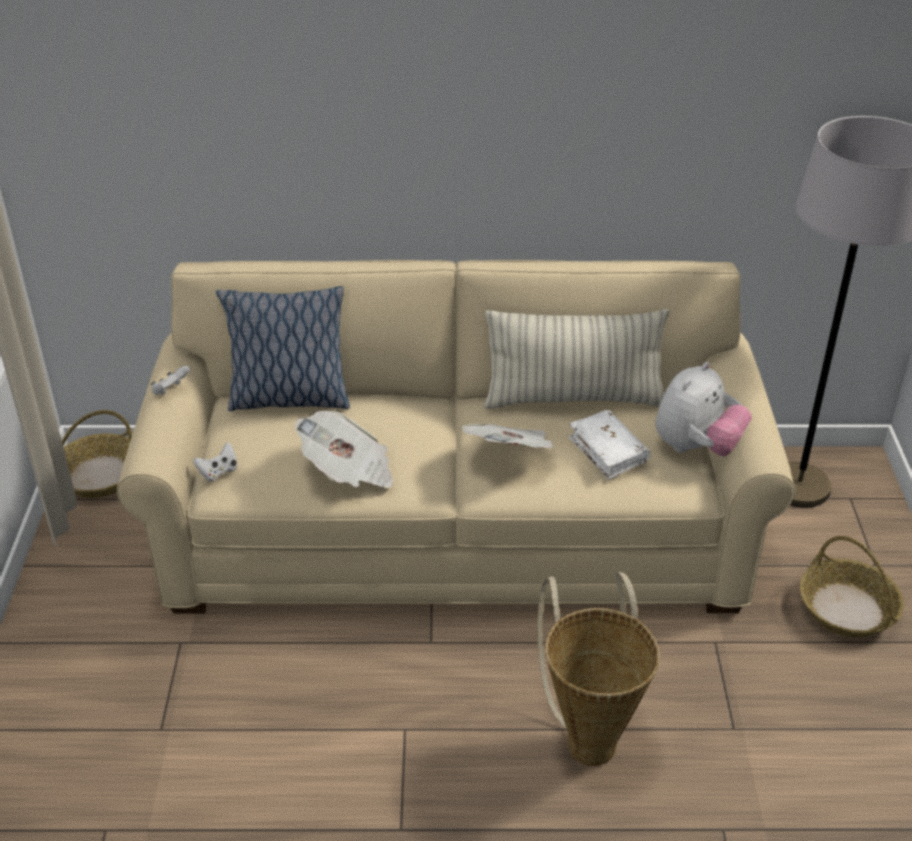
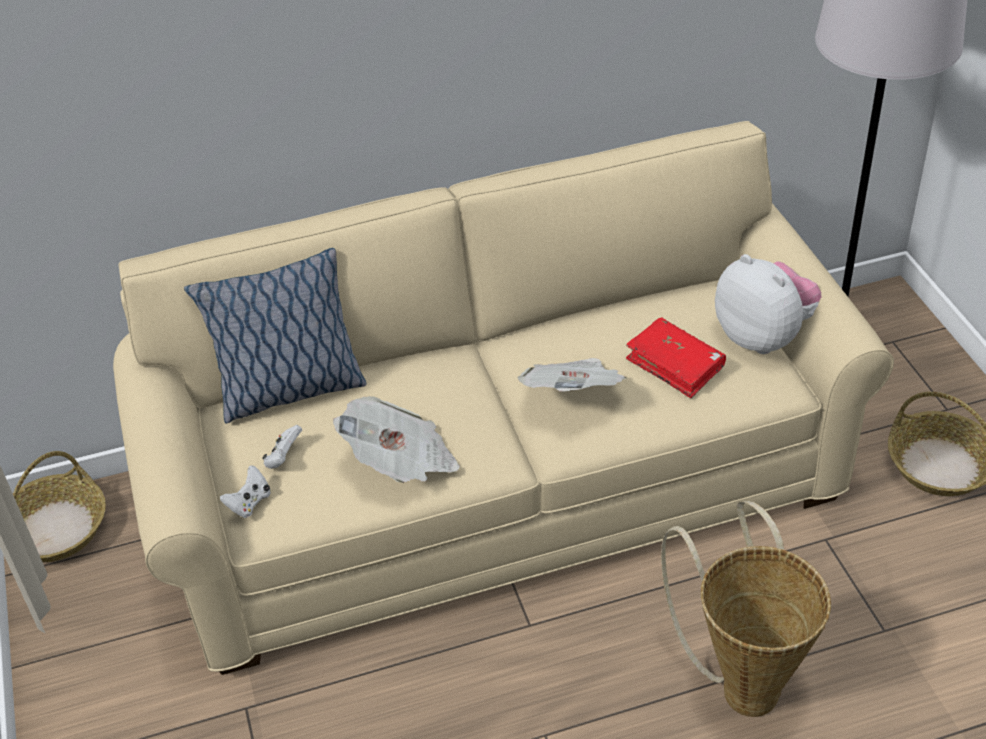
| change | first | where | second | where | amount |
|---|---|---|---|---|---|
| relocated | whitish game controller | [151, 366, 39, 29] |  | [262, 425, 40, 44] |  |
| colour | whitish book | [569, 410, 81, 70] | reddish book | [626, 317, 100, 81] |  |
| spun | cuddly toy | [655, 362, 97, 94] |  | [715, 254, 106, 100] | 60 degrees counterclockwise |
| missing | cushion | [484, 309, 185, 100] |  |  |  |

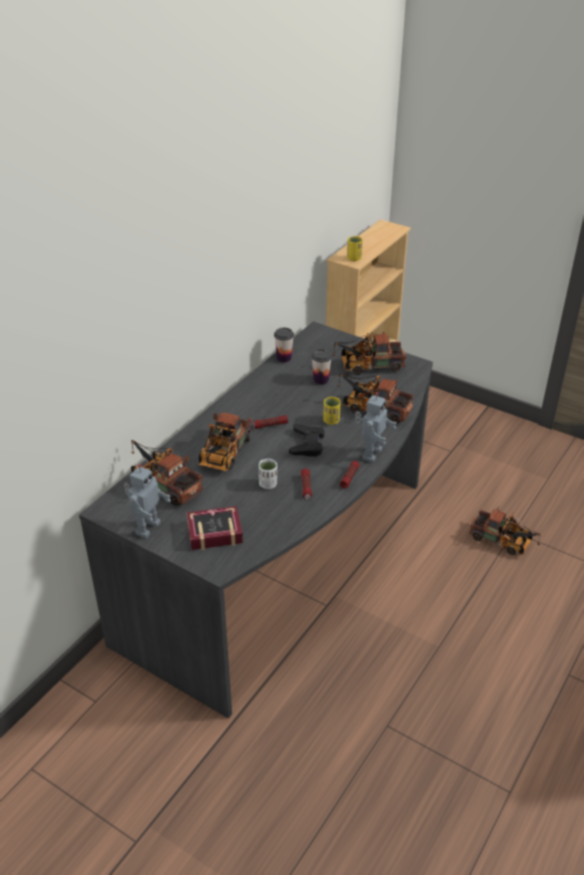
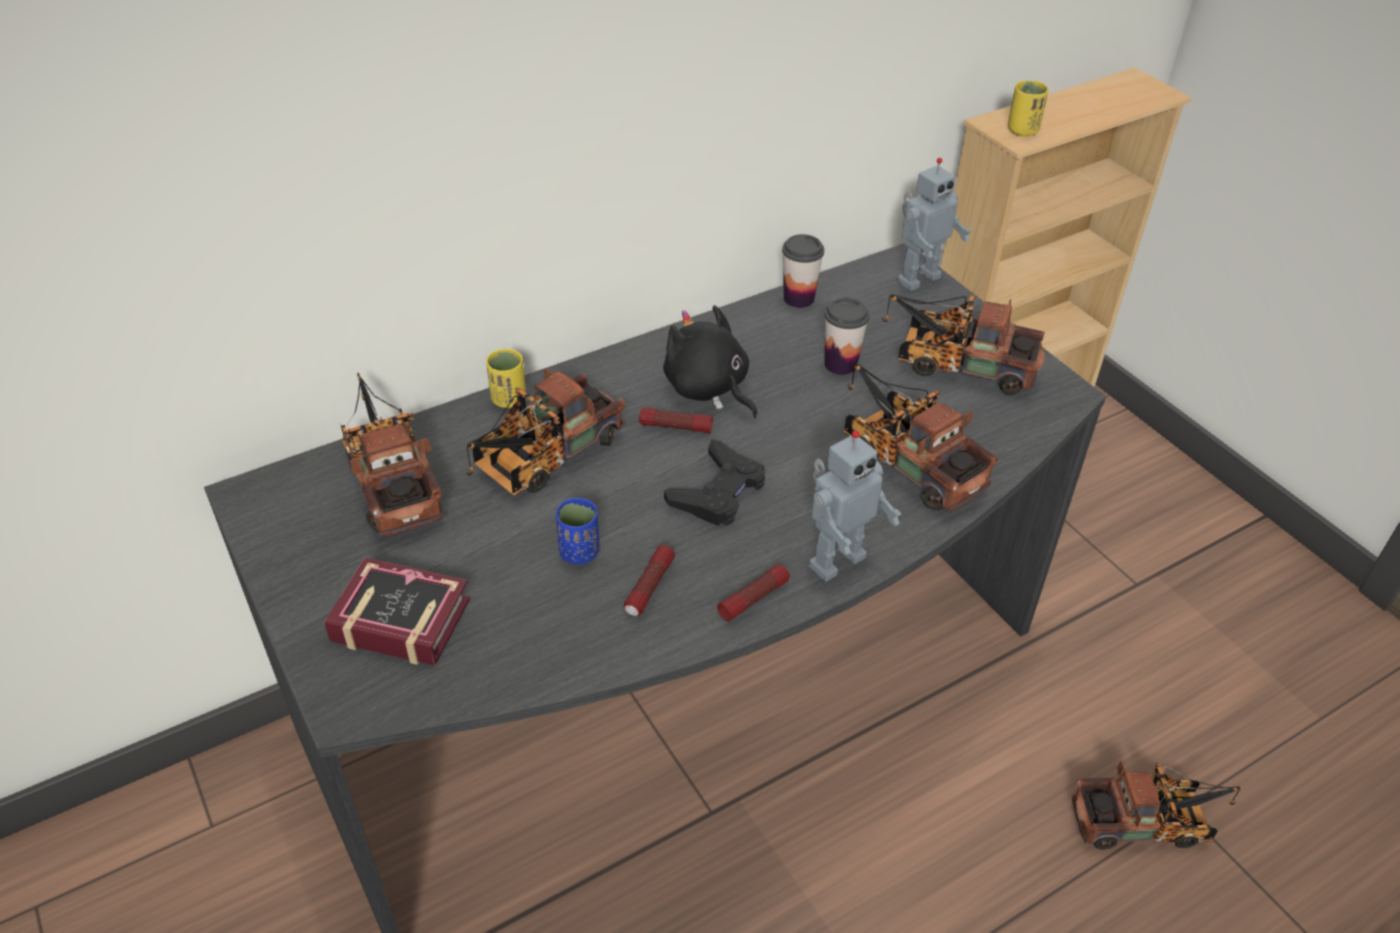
| change | first | where | second | where | amount |
|---|---|---|---|---|---|
| relocated | yellow cup | [323, 397, 18, 28] |  | [486, 349, 40, 59] |  |
| colour | whitish cup | [259, 459, 18, 30] | blue-coloured cup | [556, 498, 43, 66] |  |
| appeared |  |  | black cuddly toy | [663, 305, 95, 113] |  |
| relocated | robot figure | [124, 464, 47, 75] |  | [897, 158, 74, 133] |  |
| spun | toy lorry | [469, 507, 72, 48] |  | [1072, 761, 168, 89] | 60 degrees counterclockwise |

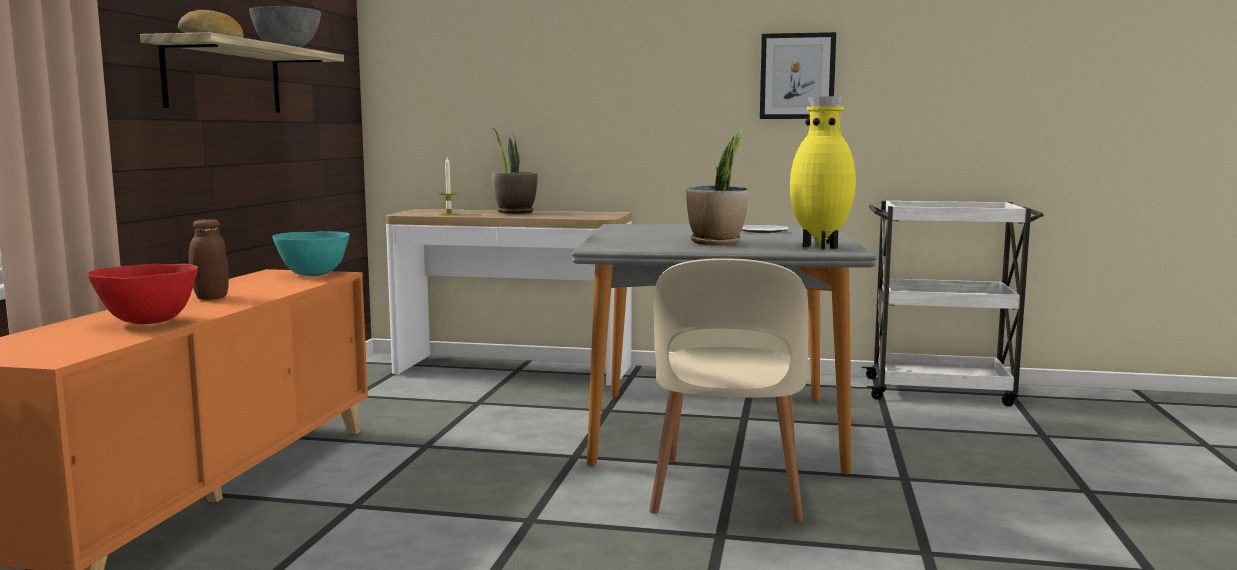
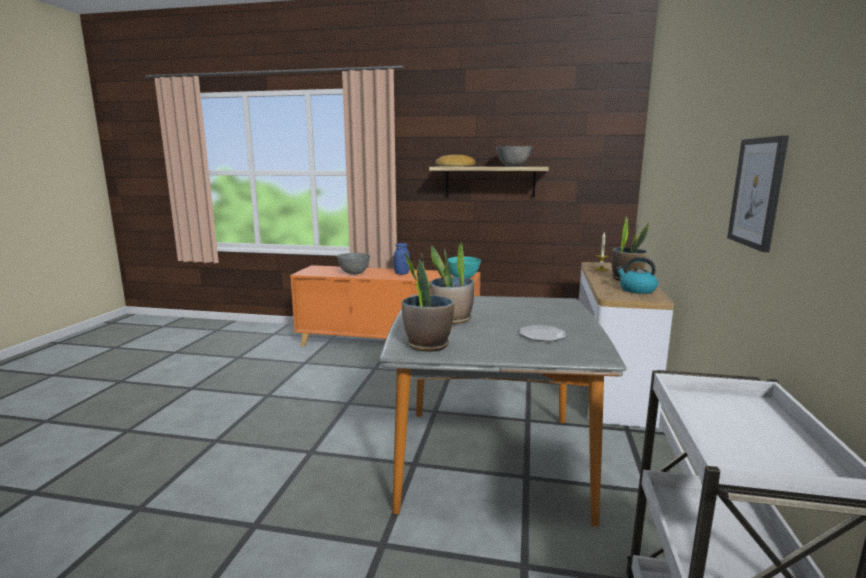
| change | first | where | second | where | amount |
|---|---|---|---|---|---|
| colour | reddish bowl | [87, 264, 111, 60] | greyish bowl | [337, 253, 33, 21] |  |
| colour | brown-coloured preserve jar | [189, 219, 40, 81] | blue-coloured preserve jar | [394, 243, 16, 32] |  |
| exchanged | yellow decorative vase | [790, 96, 66, 153] | houseplant | [402, 252, 53, 100] |  |
| appeared |  |  | kettle | [616, 257, 42, 37] |  |
| missing | sand-coloured upright chair | [649, 258, 159, 265] |  |  |  |

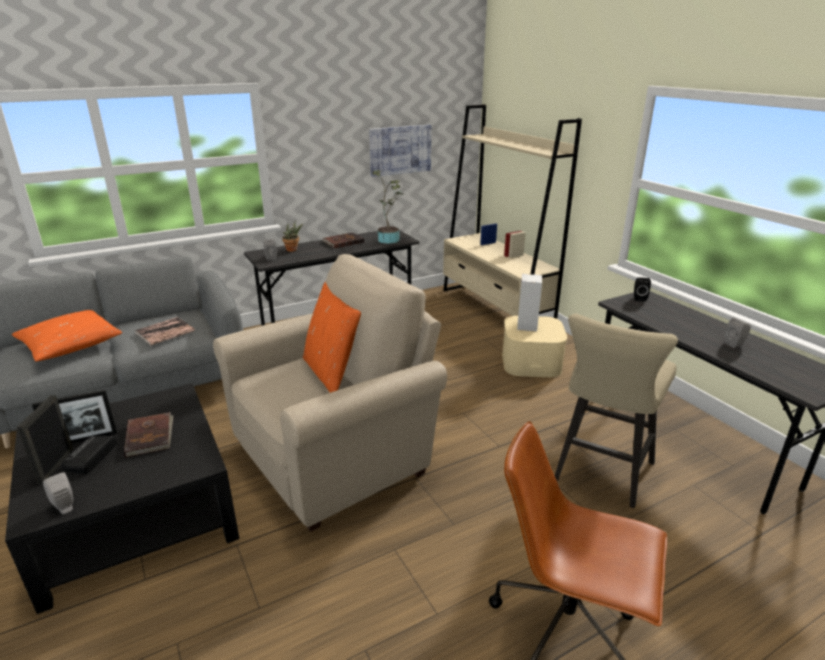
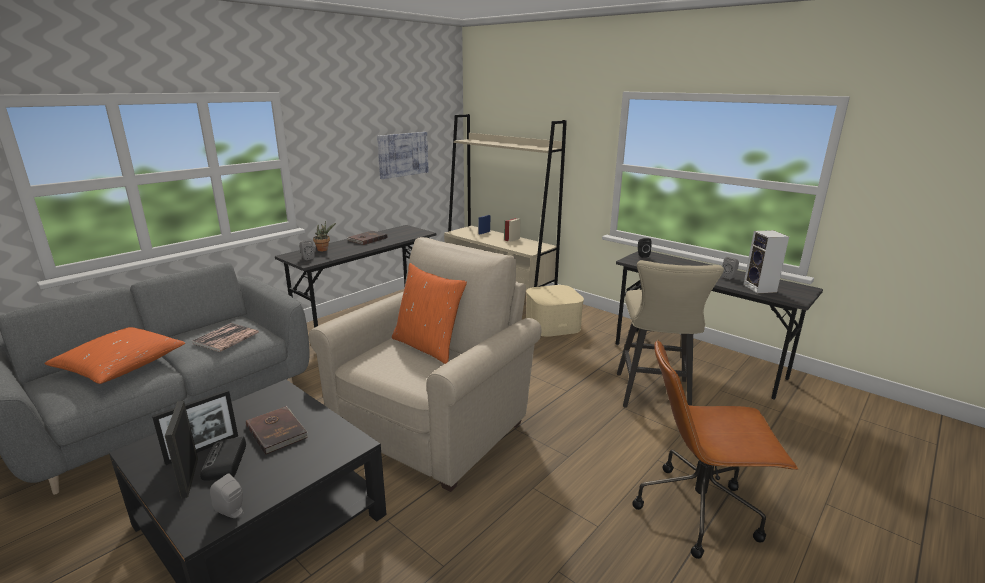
| change | first | where | second | where | amount |
|---|---|---|---|---|---|
| relocated | audio speaker | [517, 274, 25, 58] |  | [743, 230, 46, 63] |  |
| missing | houseplant | [372, 170, 32, 74] |  |  |  |

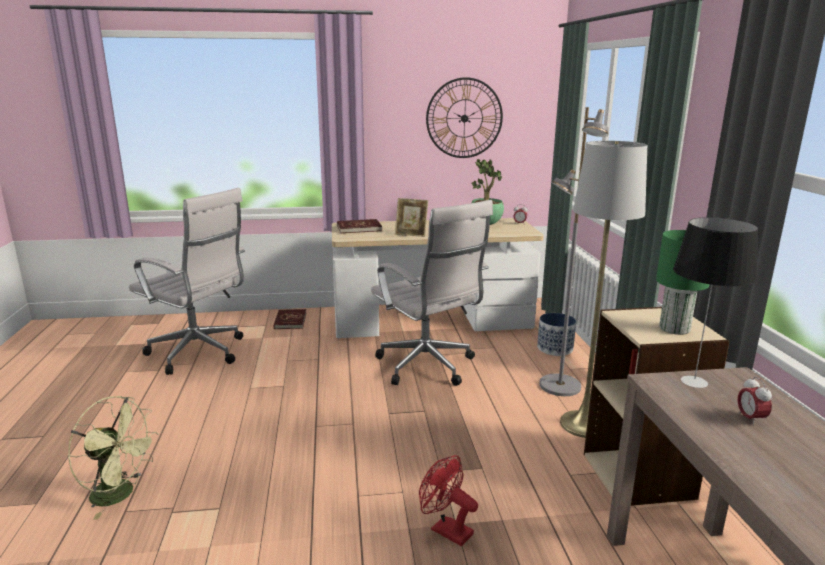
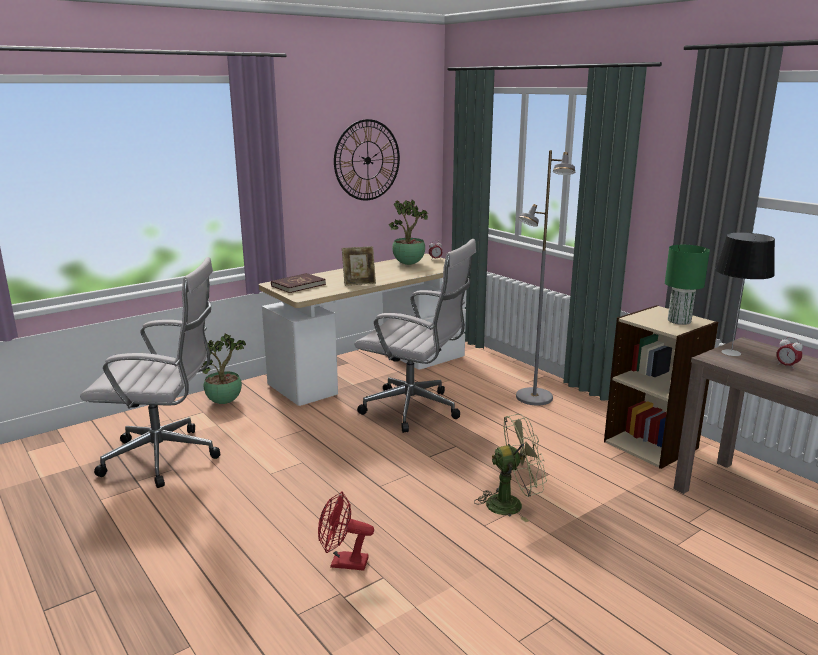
| change | first | where | second | where | amount |
|---|---|---|---|---|---|
| exchanged | reddish book | [273, 309, 33, 20] | houseplant | [202, 334, 44, 70] |  |
| relocated | reddish electric fan | [419, 455, 59, 91] |  | [318, 492, 56, 79] |  |
| relocated | greenish electric fan | [68, 396, 90, 124] |  | [474, 414, 73, 108] |  |
| missing | plant pot | [537, 313, 39, 43] |  |  |  |
| missing | greyish floor lamp | [560, 141, 87, 297] |  |  |  |

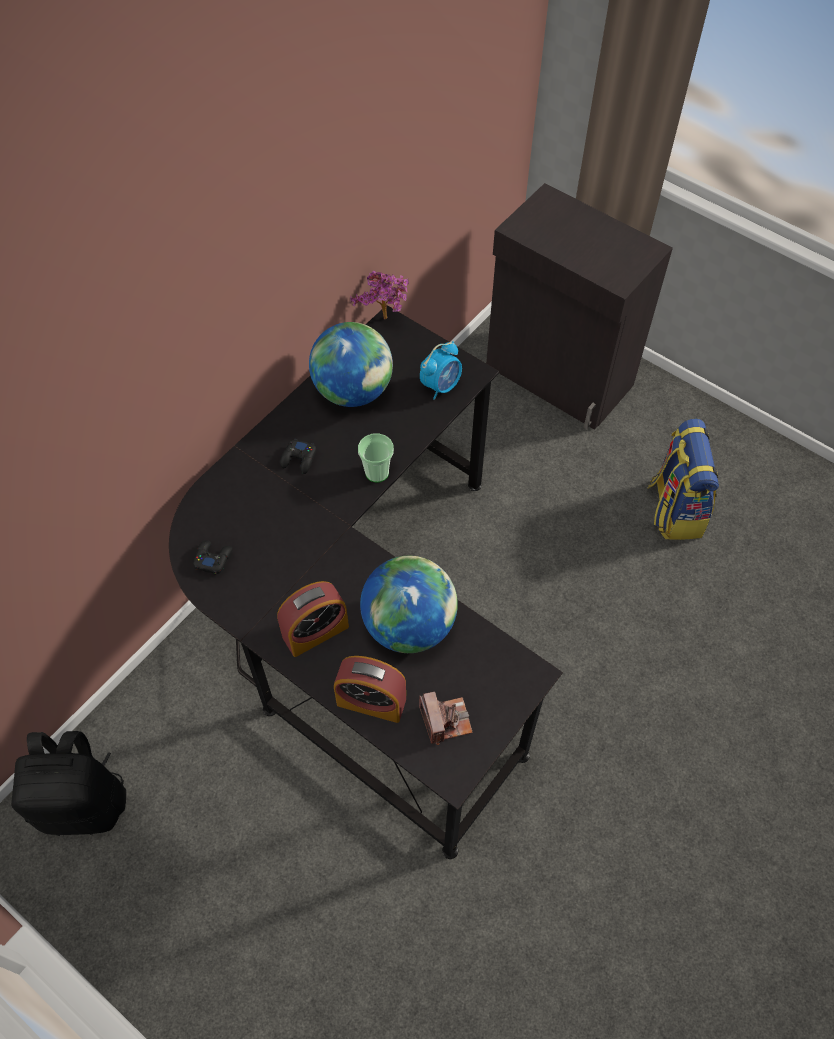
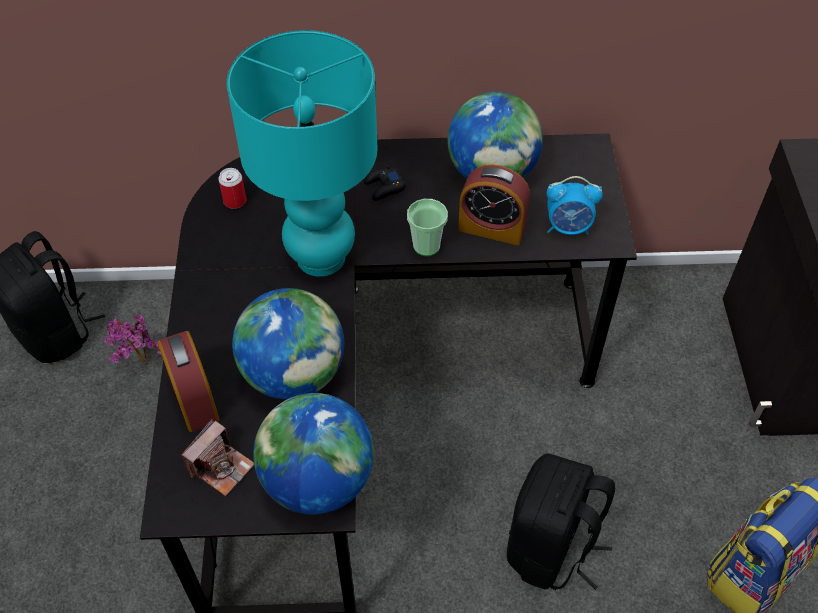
| change | first | where | second | where | amount |
|---|---|---|---|---|---|
| relocated | houseplant | [351, 270, 58, 49] |  | [104, 314, 57, 49] |  |
| exchanged | black game controller | [193, 540, 40, 35] | metal can | [218, 168, 28, 41] |  |
| appeared |  |  | blue-green lamp for a table | [227, 30, 151, 247] |  |
| appeared |  |  | globe | [253, 393, 121, 121] |  |
| relocated | table clock | [277, 581, 72, 76] |  | [458, 165, 72, 80] |  |
| appeared |  |  | black rucksack | [507, 453, 108, 137] |  |

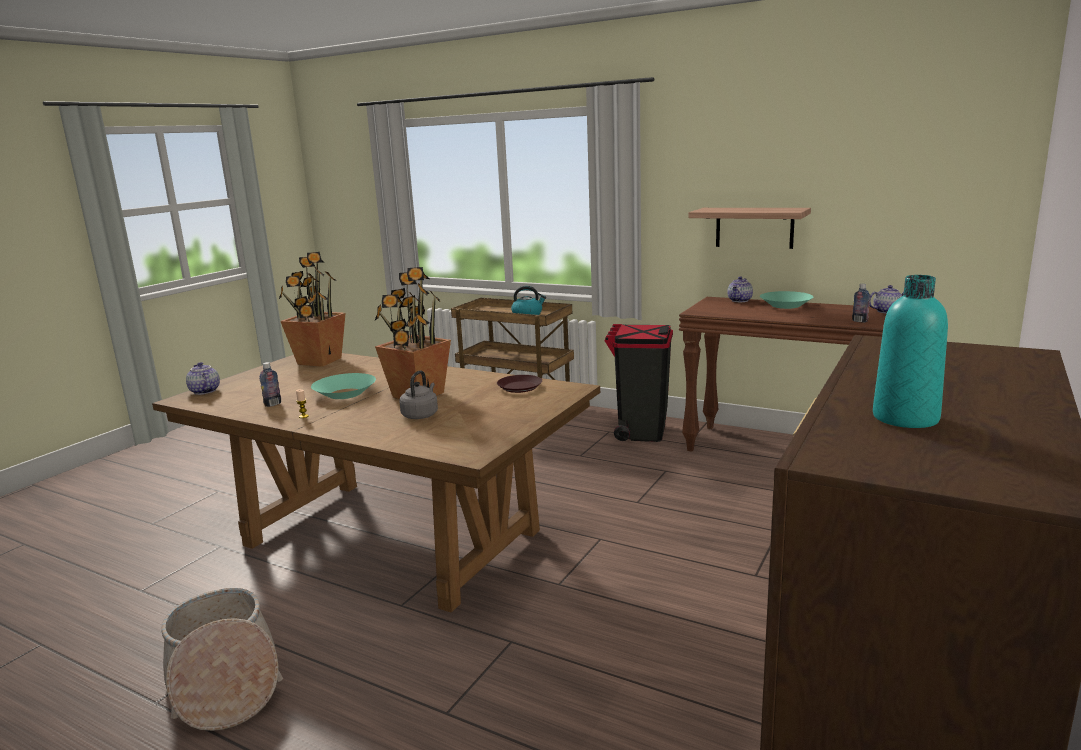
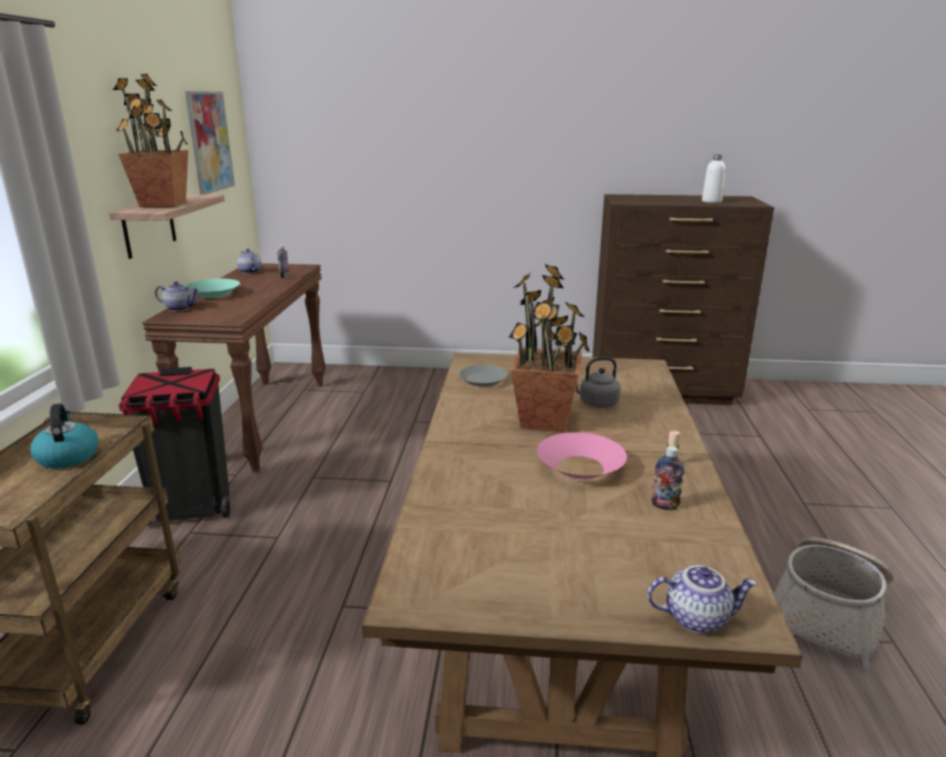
| change | first | where | second | where | amount |
|---|---|---|---|---|---|
| relocated | houseplant | [279, 252, 67, 115] |  | [113, 74, 75, 133] |  |
| appeared |  |  | wall art | [185, 91, 50, 104] |  |
| colour | brown-coloured plate | [497, 375, 45, 18] | greyish plate | [459, 365, 49, 22] |  |
| colour | blue-green bowl | [311, 373, 65, 26] | pinkish bowl | [537, 432, 90, 47] |  |
| spun | tea pot | [186, 362, 34, 33] |  | [647, 565, 110, 69] | 120 degrees counterclockwise |
| colour | blue-green drink bottle | [873, 275, 75, 153] | whitish drink bottle | [702, 154, 23, 49] |  |

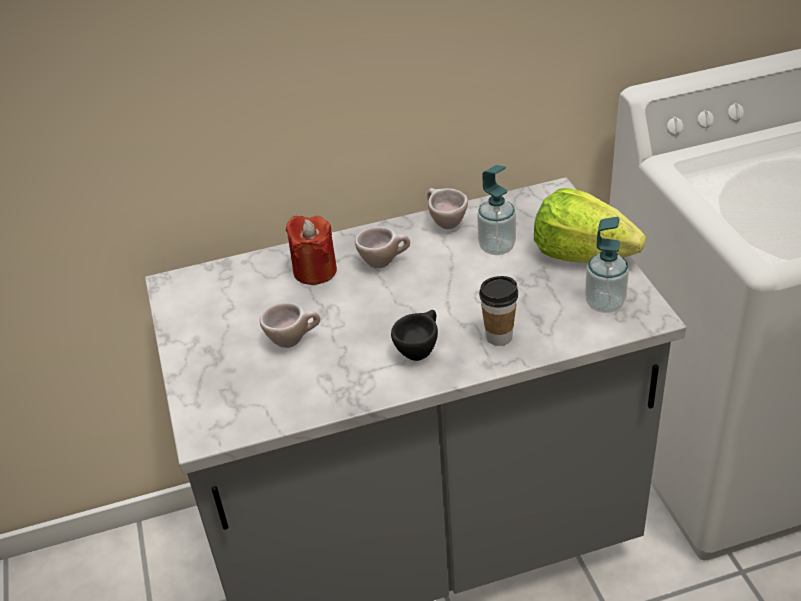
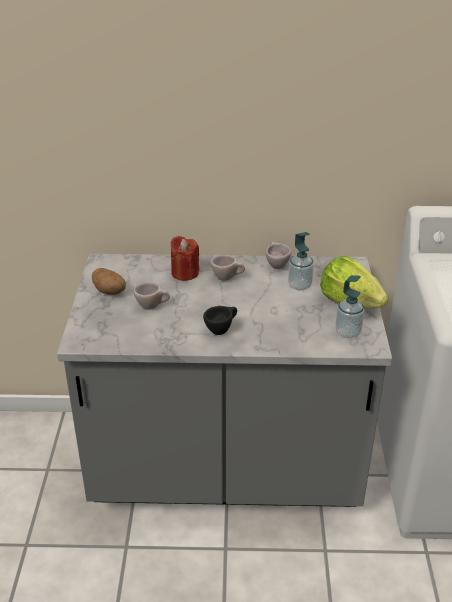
| change | first | where | second | where | amount |
|---|---|---|---|---|---|
| appeared |  |  | whole potato | [92, 268, 34, 27] |  |
| missing | cup | [479, 276, 39, 70] |  |  |  |

